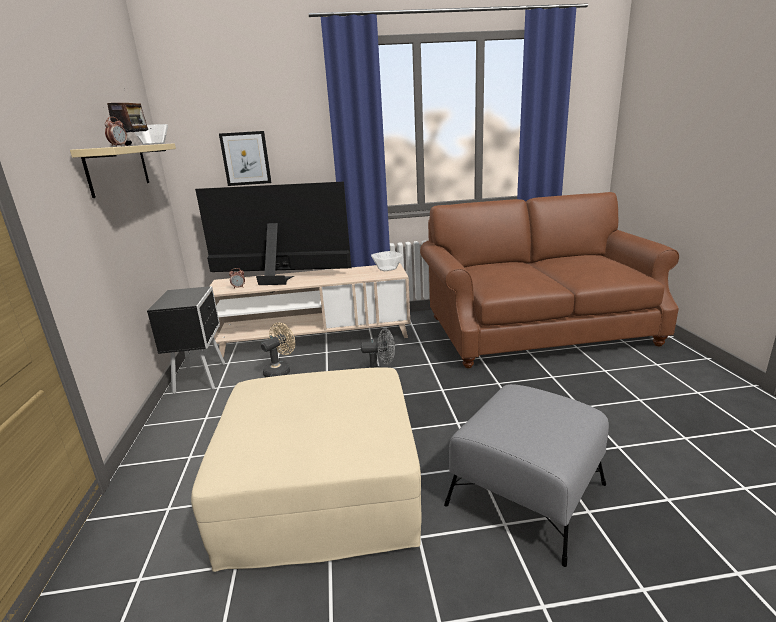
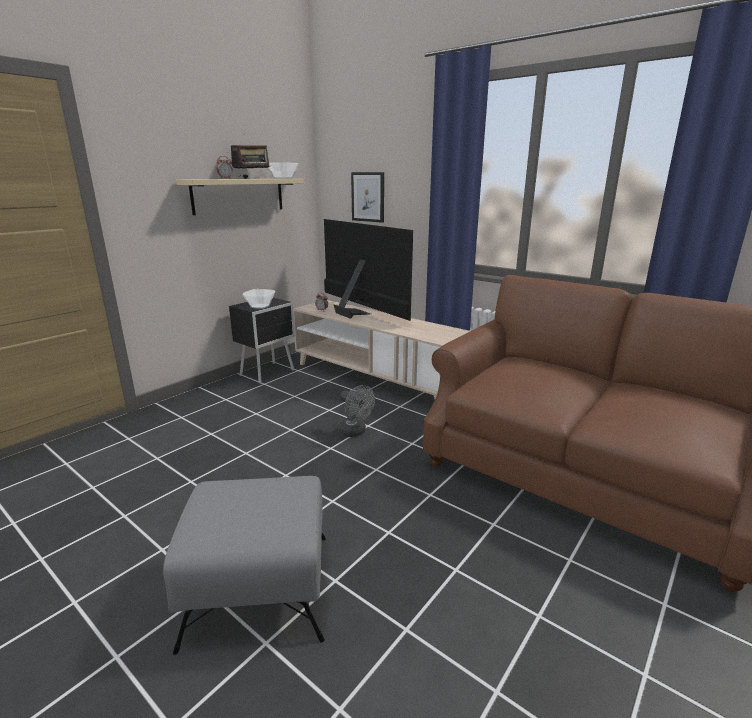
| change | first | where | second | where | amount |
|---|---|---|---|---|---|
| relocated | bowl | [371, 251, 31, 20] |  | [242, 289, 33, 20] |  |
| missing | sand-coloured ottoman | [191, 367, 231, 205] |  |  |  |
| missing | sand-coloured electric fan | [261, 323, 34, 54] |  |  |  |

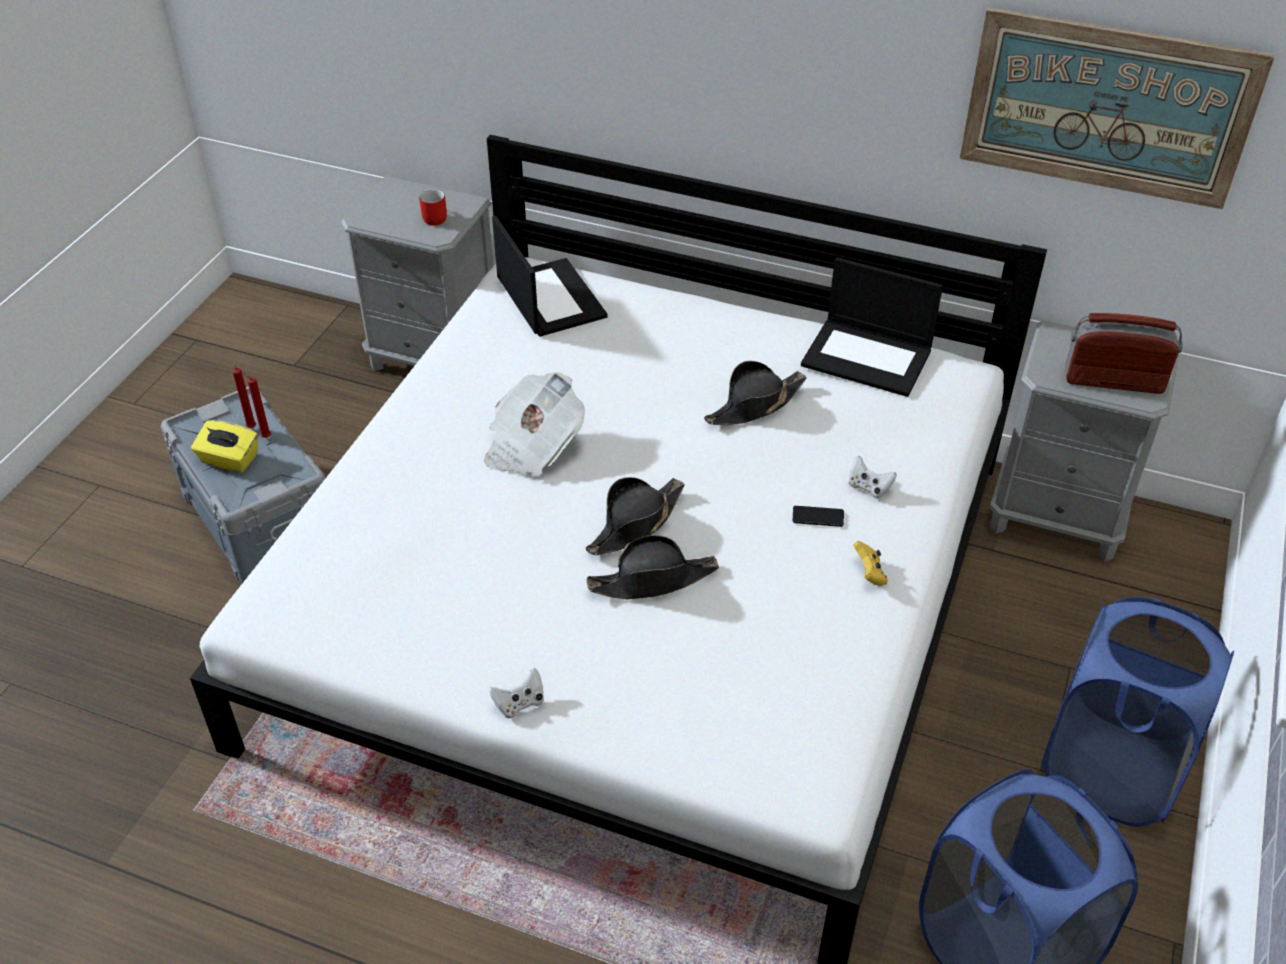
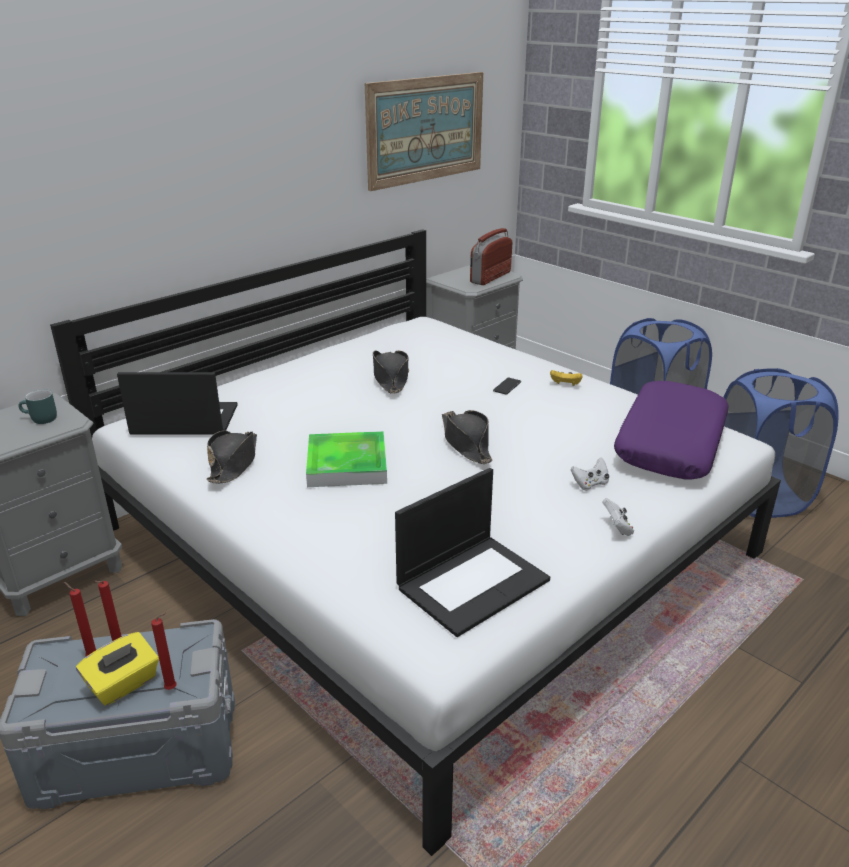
| change | first | where | second | where | amount |
|---|---|---|---|---|---|
| colour | reddish tea mug | [419, 189, 28, 37] | blue-green tea mug | [18, 389, 39, 35] |  |
| appeared |  |  | reddish wax candle | [151, 613, 26, 77] |  |
| relocated | black wearable hat | [586, 535, 133, 64] |  | [206, 430, 51, 54] |  |
| exchanged | printed paper | [484, 372, 101, 104] | tray | [306, 431, 81, 56] |  |
| relocated | laptop | [801, 257, 142, 140] |  | [395, 468, 155, 169] |  |
| relocated | whitish game controller | [848, 456, 49, 43] |  | [571, 458, 38, 32] |  |
| appeared |  |  | purple cushion | [614, 381, 115, 99] |  |

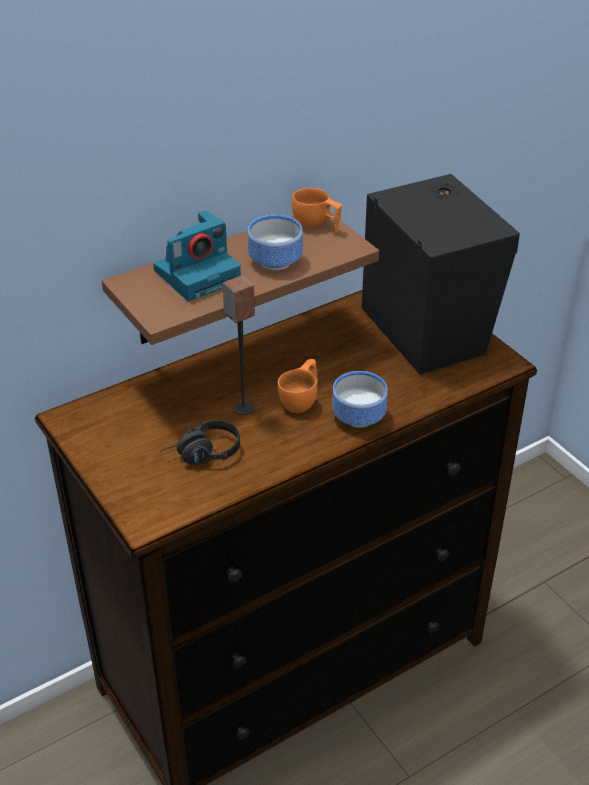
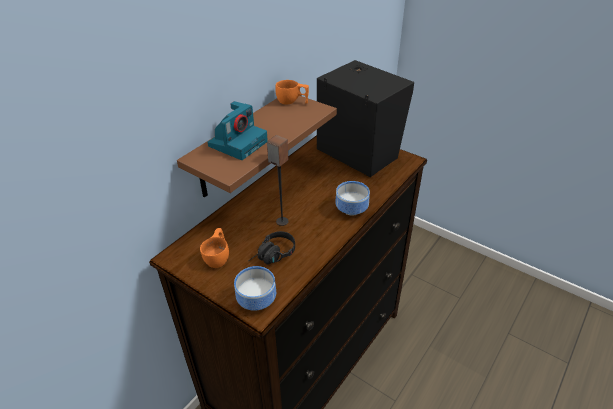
| change | first | where | second | where | amount |
|---|---|---|---|---|---|
| relocated | orange-coloured cup | [278, 359, 40, 54] |  | [200, 228, 29, 40] |  |
| relocated | bowl | [248, 215, 55, 55] |  | [234, 266, 42, 45] |  |

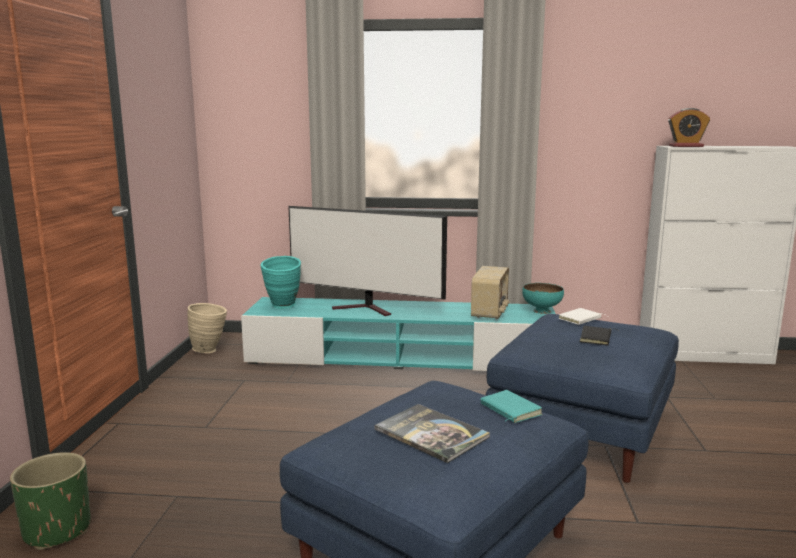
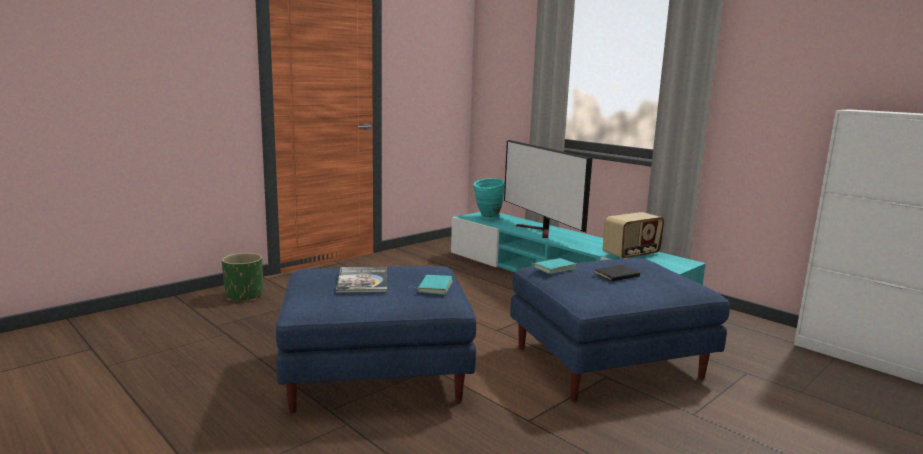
| change | first | where | second | where | amount |
|---|---|---|---|---|---|
| appeared |  |  | blue-green book | [528, 258, 49, 16] |  |
| missing | sand-coloured decorative vase | [187, 303, 40, 50] |  |  |  |
| missing | blue-green bowl | [522, 283, 42, 31] |  |  |  |
| missing | whitish book | [559, 308, 49, 17] |  |  |  |
| missing | table clock | [668, 108, 42, 39] |  |  |  |

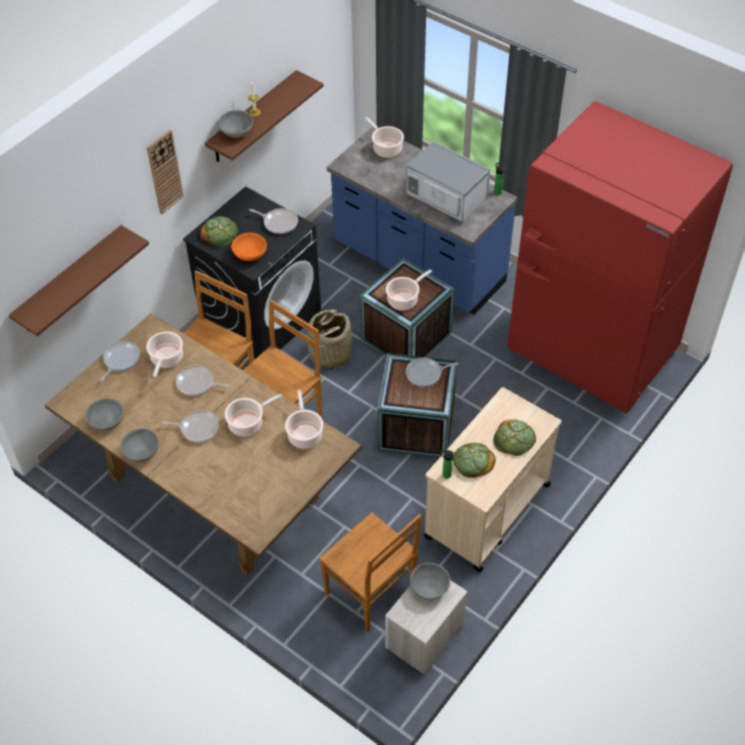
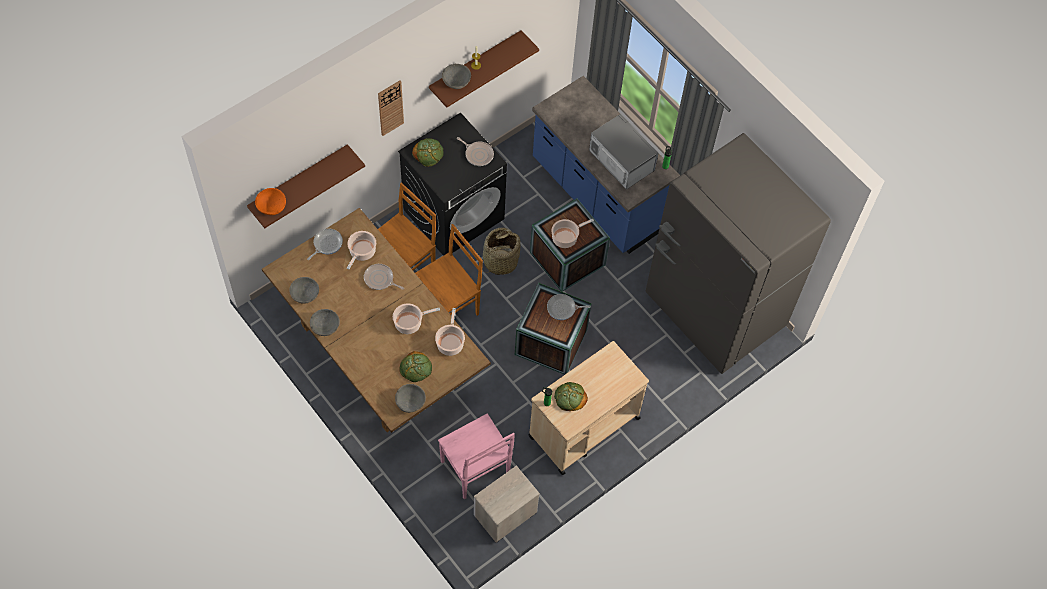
| change | first | where | second | where | amount |
|---|---|---|---|---|---|
| relocated | orange-coloured bowl | [231, 233, 36, 28] |  | [255, 188, 31, 27] |  |
| relocated | greyish bowl | [410, 563, 40, 37] |  | [395, 384, 31, 29] |  |
| relocated | bakery bread | [494, 419, 42, 37] |  | [399, 351, 33, 31] |  |
| colour | brown-coloured upright chair | [319, 512, 102, 120] | pinkish upright chair | [438, 413, 77, 86] |  |
| colour | reddish kitchen fridge | [507, 101, 226, 312] | greyish kitchen fridge | [645, 133, 186, 241] |  |
| missing | pan | [161, 410, 58, 33] |  |  |  |
| missing | stockpot | [364, 117, 40, 41] |  |  |  |

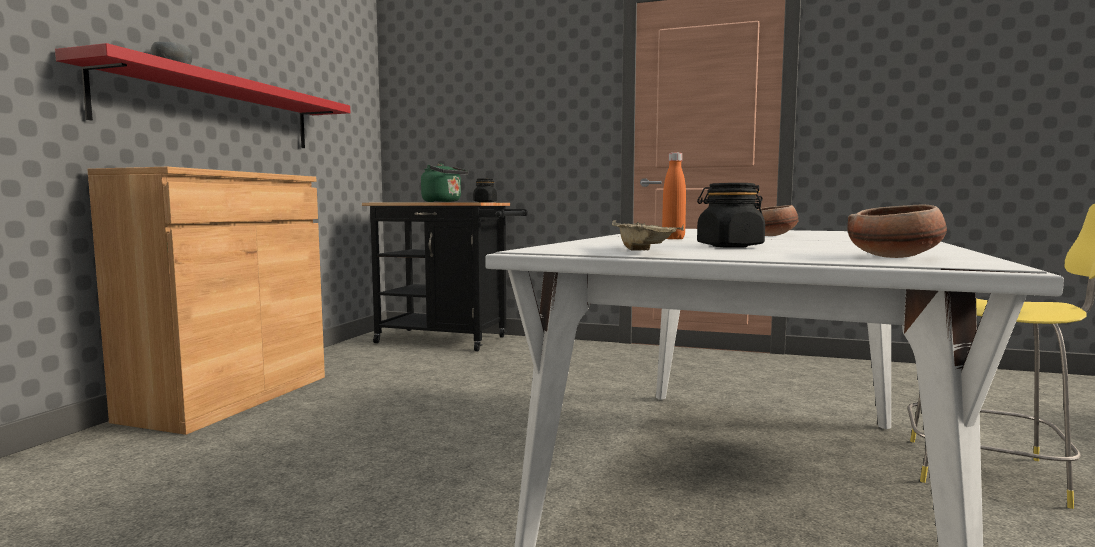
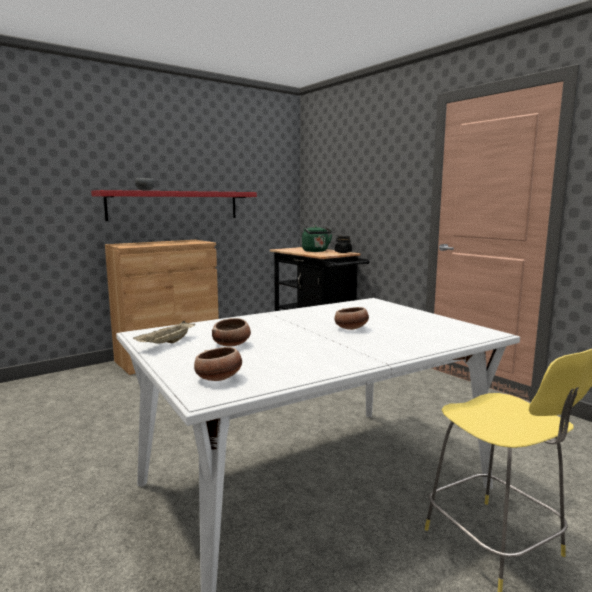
| change | first | where | second | where | amount |
|---|---|---|---|---|---|
| exchanged | black preserve jar | [697, 183, 68, 65] | bowl | [212, 318, 39, 29] |  |
| missing | orange-coloured drink bottle | [662, 153, 24, 86] |  |  |  |

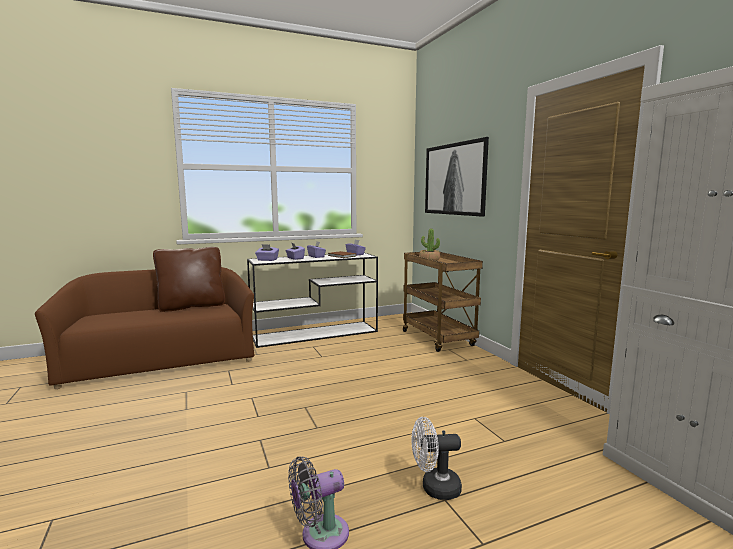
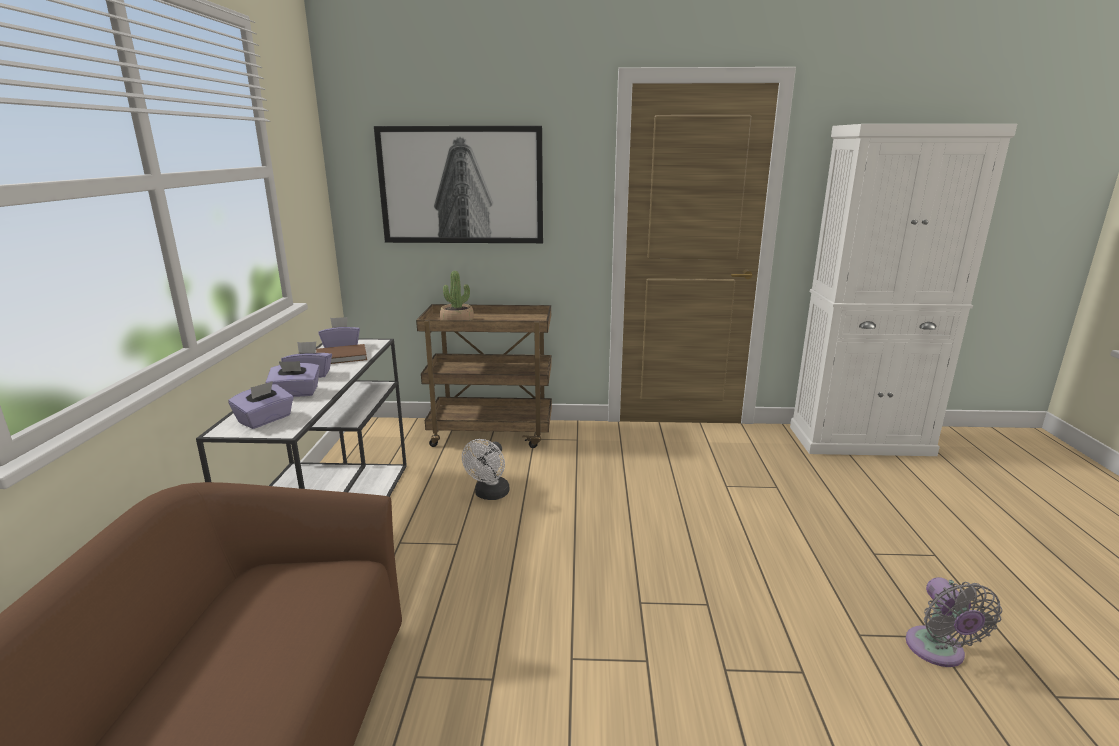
| change | first | where | second | where | amount |
|---|---|---|---|---|---|
| relocated | whitish electric fan | [412, 417, 50, 83] |  | [462, 439, 47, 61] |  |
| missing | brown-coloured cushion | [153, 247, 72, 65] |  |  |  |

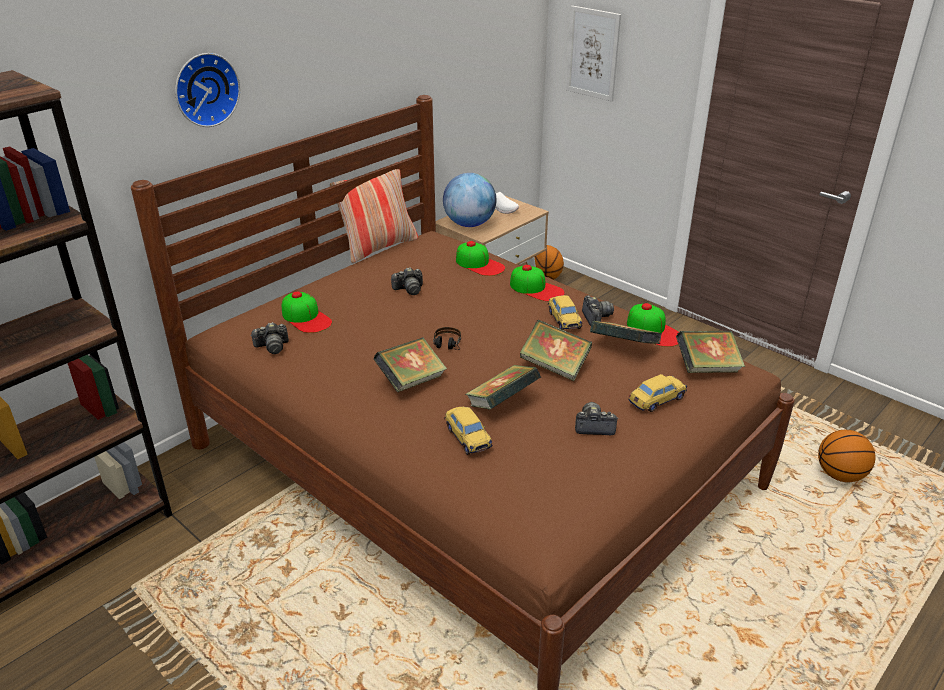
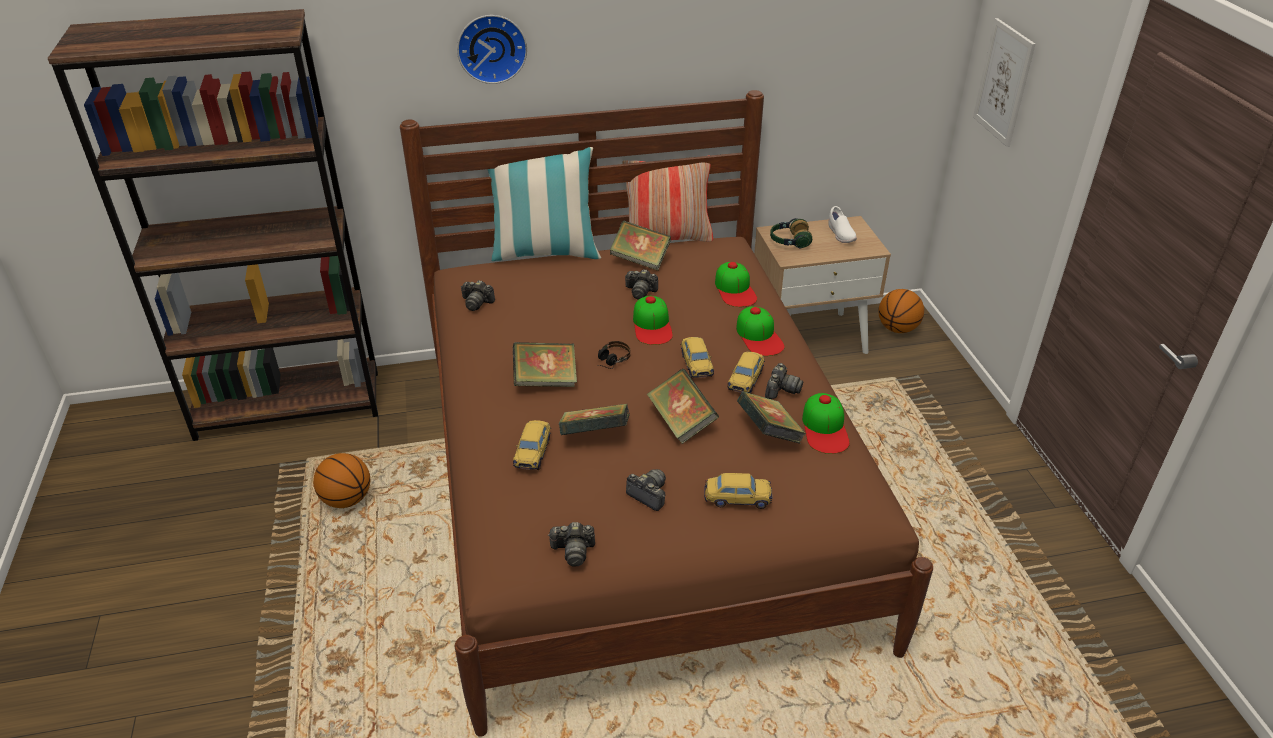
| change | first | where | second | where | amount |
|---|---|---|---|---|---|
| relocated | basketball ball | [818, 430, 58, 52] |  | [313, 453, 57, 55] |  |
| appeared |  |  | cushion | [488, 147, 113, 114] |  |
| appeared |  |  | photo camera | [548, 522, 47, 44] |  |
| relocated | book | [676, 331, 69, 42] |  | [610, 221, 61, 50] |  |
| relocated | peaked cap | [282, 292, 50, 41] |  | [633, 296, 40, 49] |  |
| appeared |  |  | miniature car | [681, 337, 33, 42] |  |
| exchanged | globe | [443, 173, 53, 54] | headphones | [770, 218, 42, 30] |  |

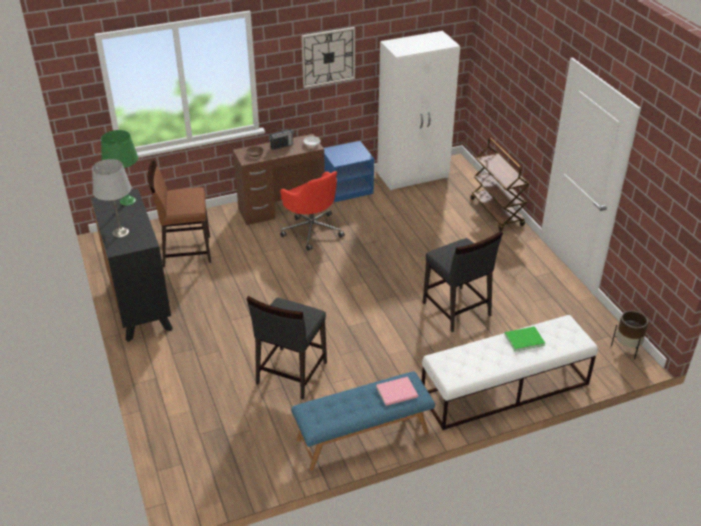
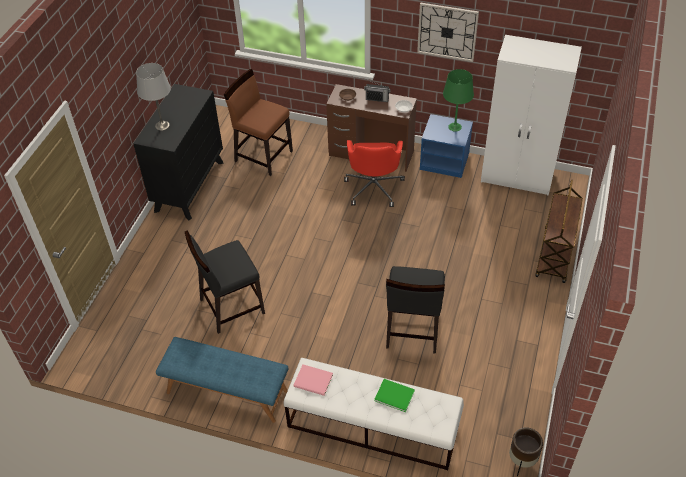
| change | first | where | second | where | amount |
|---|---|---|---|---|---|
| relocated | pinkish book | [376, 377, 42, 29] |  | [293, 365, 40, 31] |  |
| relocated | greenish lamp for a table | [101, 130, 37, 76] |  | [443, 69, 31, 63] |  |

